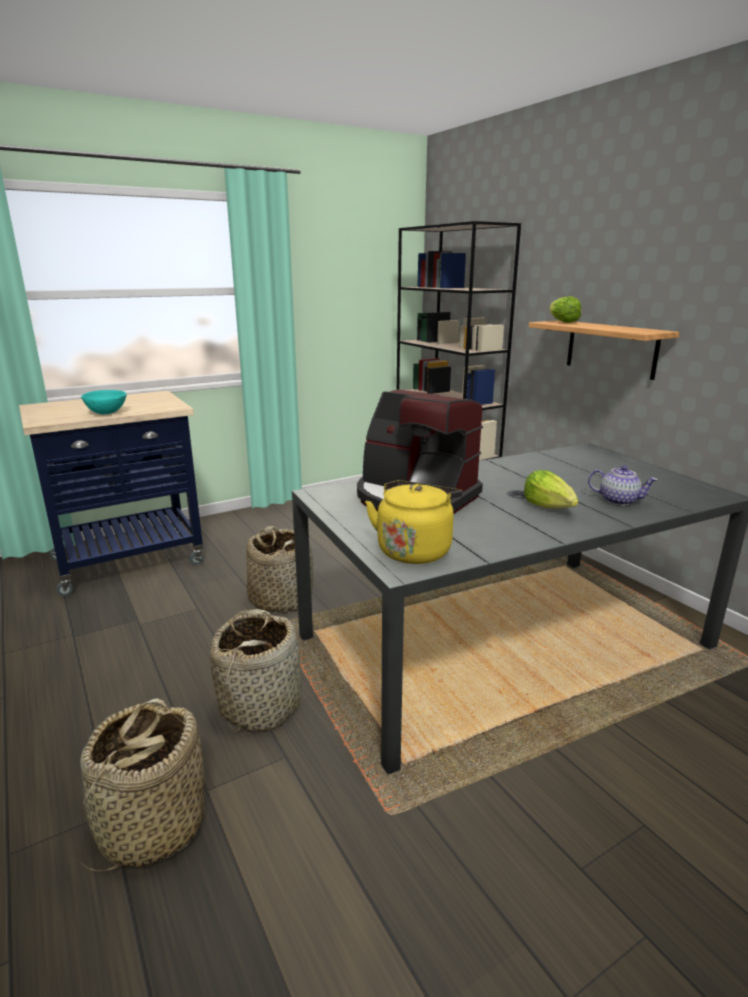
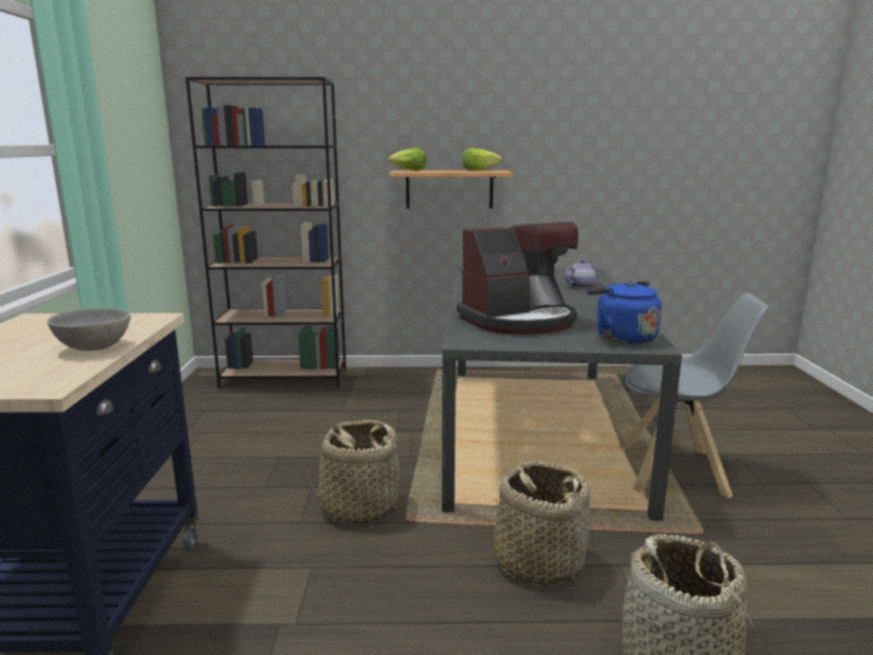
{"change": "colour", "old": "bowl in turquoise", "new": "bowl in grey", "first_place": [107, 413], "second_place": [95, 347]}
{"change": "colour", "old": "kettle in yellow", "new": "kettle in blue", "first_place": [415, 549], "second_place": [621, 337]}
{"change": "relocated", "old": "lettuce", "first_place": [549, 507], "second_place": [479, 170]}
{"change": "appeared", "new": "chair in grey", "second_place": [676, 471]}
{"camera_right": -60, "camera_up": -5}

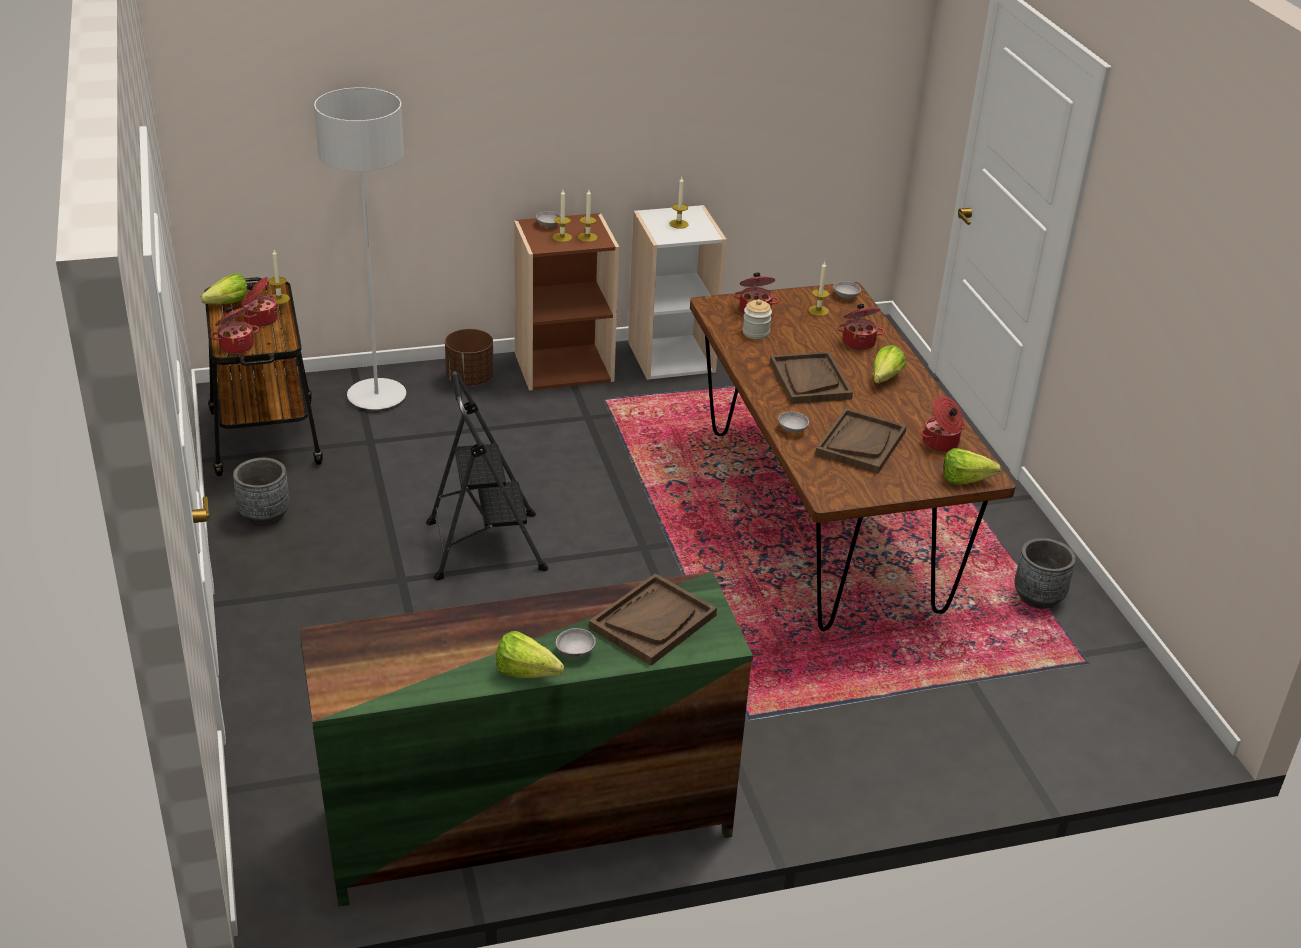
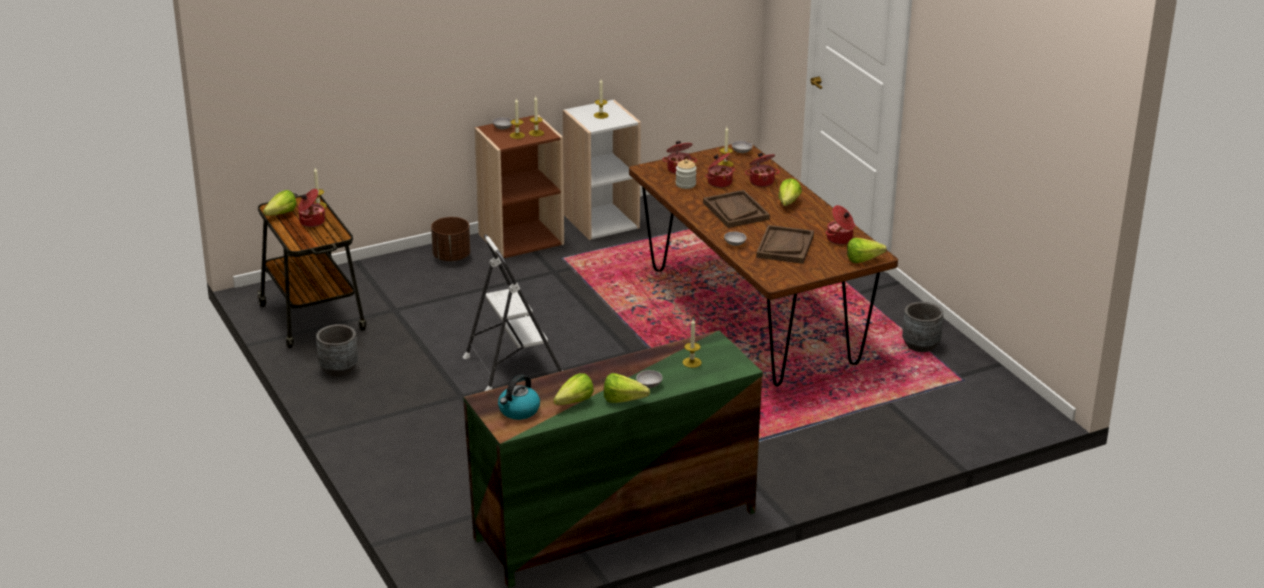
{"change": "relocated", "old": "cooking pot", "first_place": [236, 345], "second_place": [719, 182]}
{"change": "missing", "old": "floor lamp in grey", "first_place": [376, 396]}
{"change": "colour", "old": "step ladder in black", "new": "step ladder in white", "first_place": [481, 545], "second_place": [510, 366]}
{"change": "exchanged", "old": "tray in brown", "new": "candle", "first_place": [653, 621], "second_place": [692, 362]}
{"change": "appeared", "new": "kettle", "second_place": [518, 411]}
{"change": "appeared", "new": "lettuce", "second_place": [571, 404]}
{"camera_right": -10, "camera_up": -5}

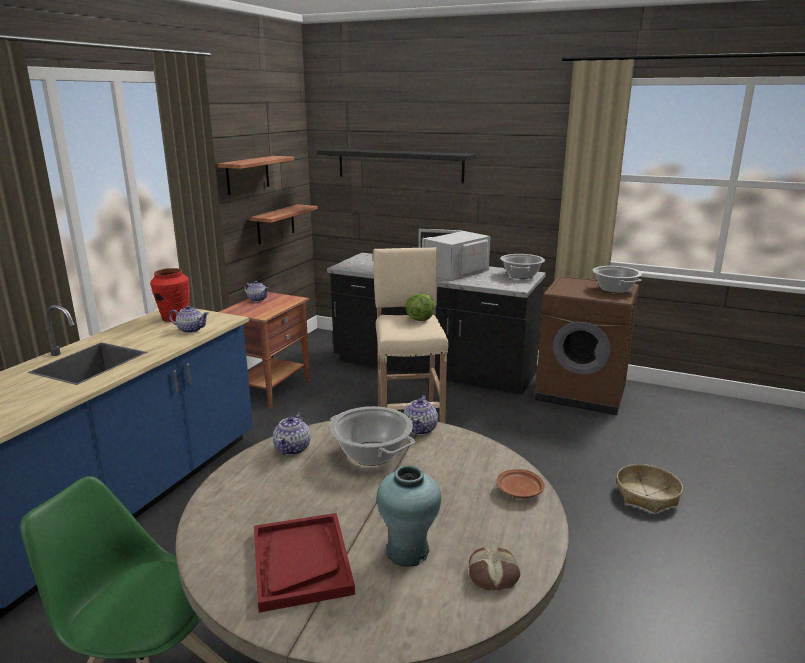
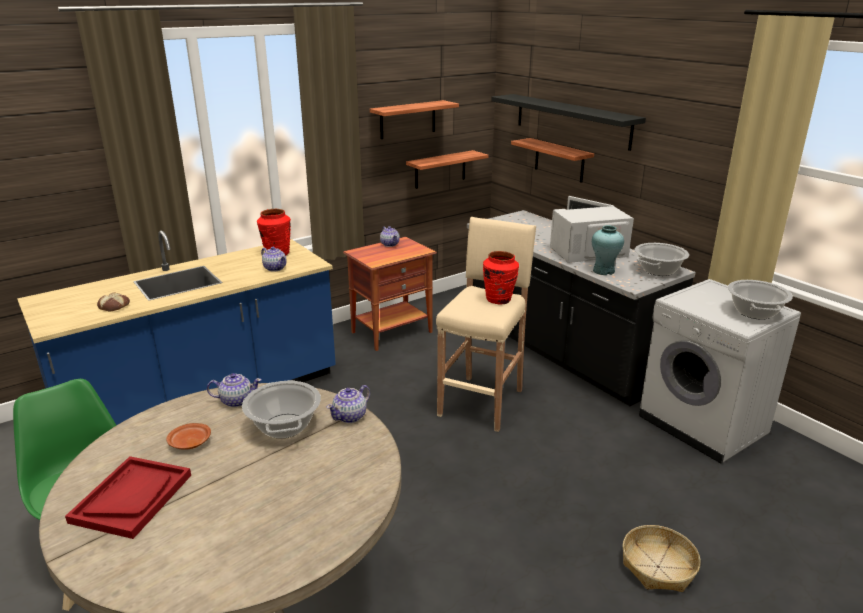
{"change": "spun", "old": "teapot", "first_place": [293, 448], "second_place": [236, 401], "degrees": -135}
{"change": "relocated", "old": "vase in turquoise", "first_place": [408, 551], "second_place": [604, 271]}
{"change": "exchanged", "old": "lettuce", "new": "vase in red", "first_place": [419, 319], "second_place": [499, 299]}
{"change": "relocated", "old": "bread", "first_place": [493, 574], "second_place": [114, 306]}
{"change": "relocated", "old": "plate in brown", "first_place": [519, 491], "second_place": [189, 442]}
{"change": "colour", "old": "washing machine in brown", "new": "washing machine in white", "first_place": [580, 394], "second_place": [701, 425]}
{"change": "appeared", "new": "shelf", "second_place": [559, 160]}
{"camera_right": 30, "camera_up": 5}

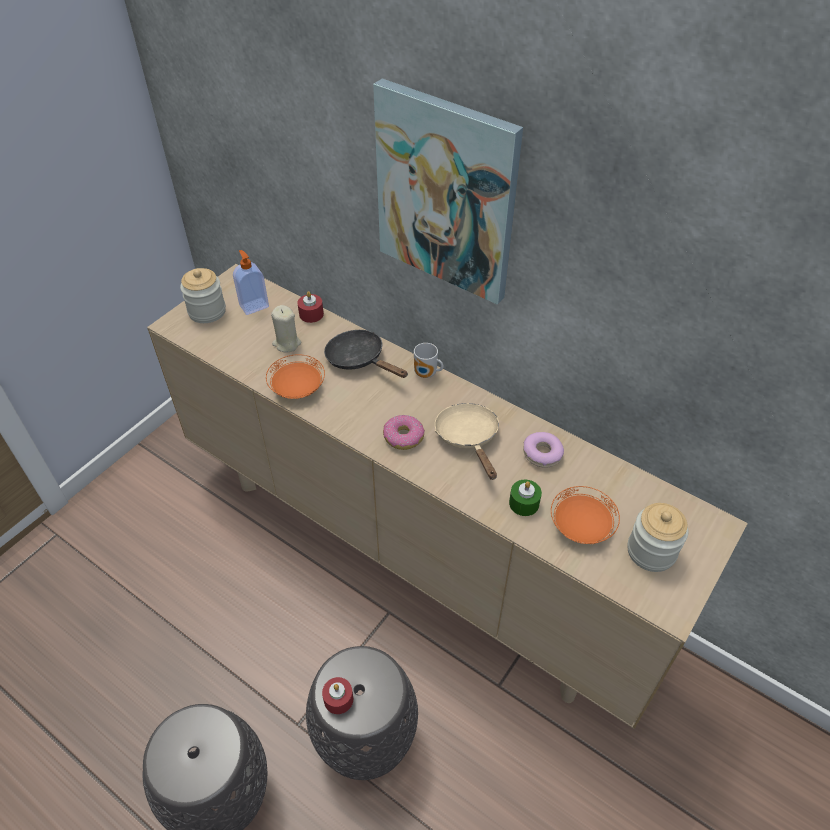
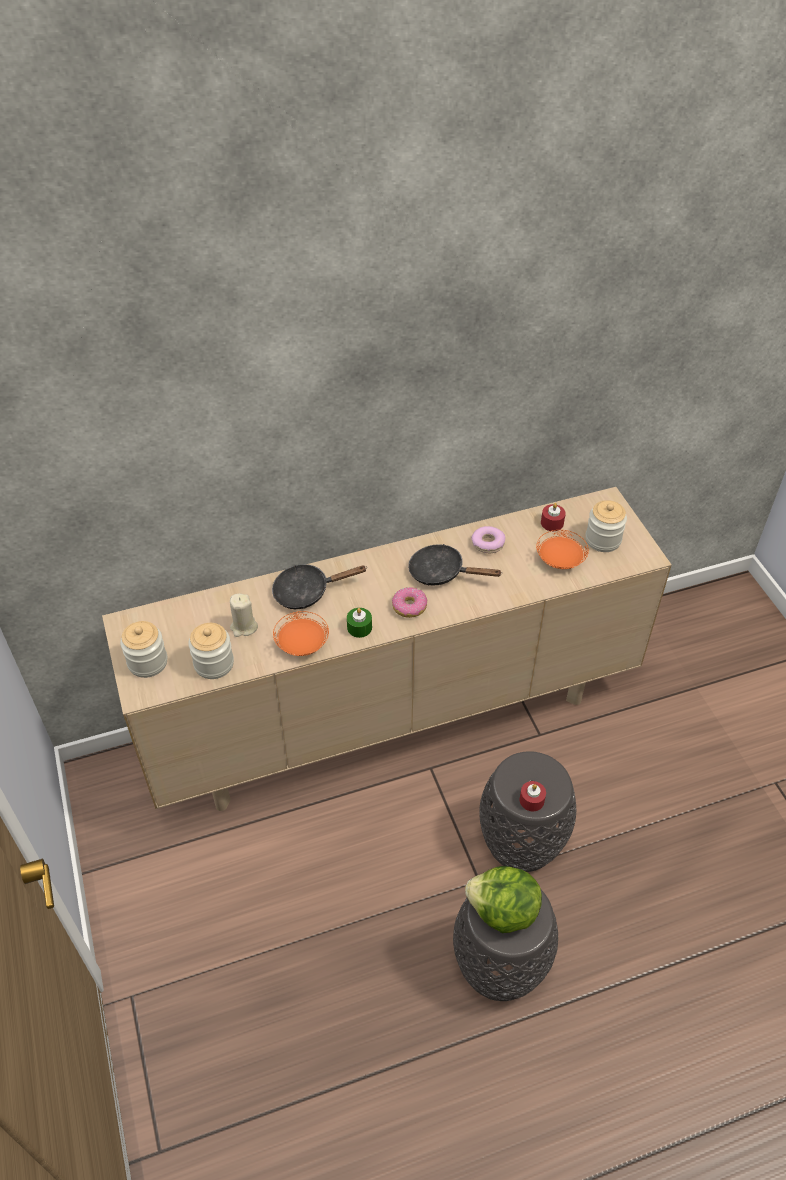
{"change": "missing", "old": "soap dispenser", "first_place": [254, 306]}
{"change": "relocated", "old": "candle in red", "first_place": [311, 314], "second_place": [552, 523]}
{"change": "missing", "old": "picture", "first_place": [446, 193]}
{"change": "missing", "old": "mug", "first_place": [426, 374]}
{"change": "colour", "old": "frying pan in beige", "new": "frying pan in black", "first_place": [468, 438], "second_place": [442, 572]}
{"change": "relocated", "old": "candle in green", "first_place": [524, 503], "second_place": [359, 627]}
{"change": "appeared", "new": "jar", "second_place": [214, 664]}
{"change": "appeared", "new": "lettuce", "second_place": [503, 911]}
{"camera_right": -55, "camera_up": 0}

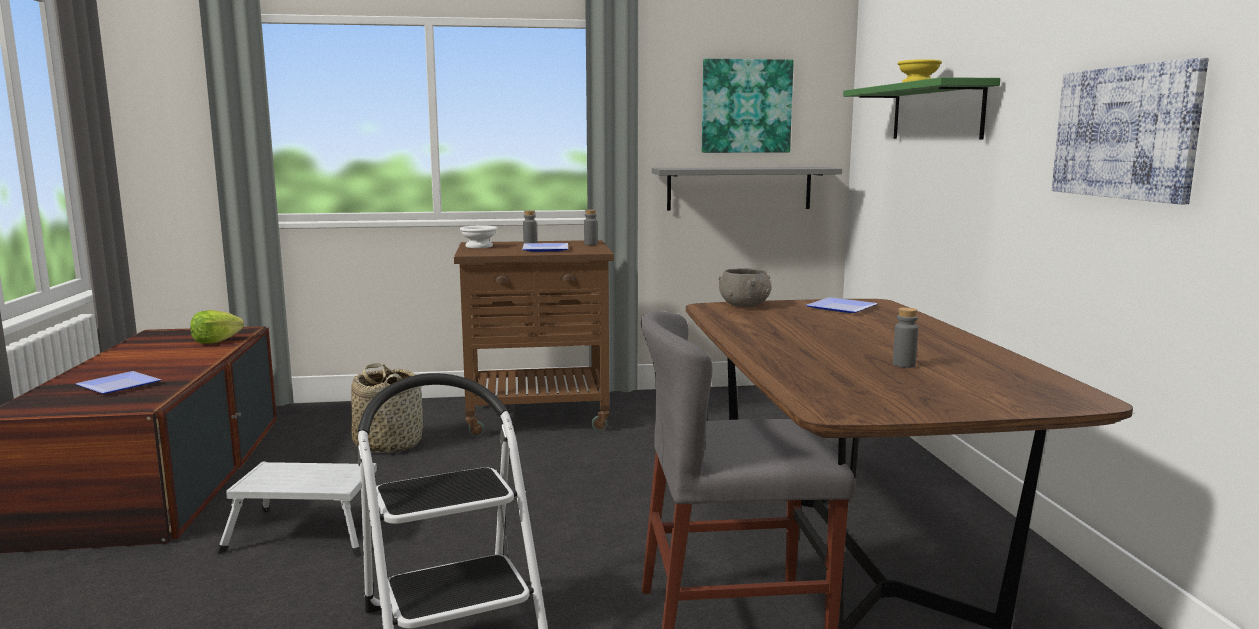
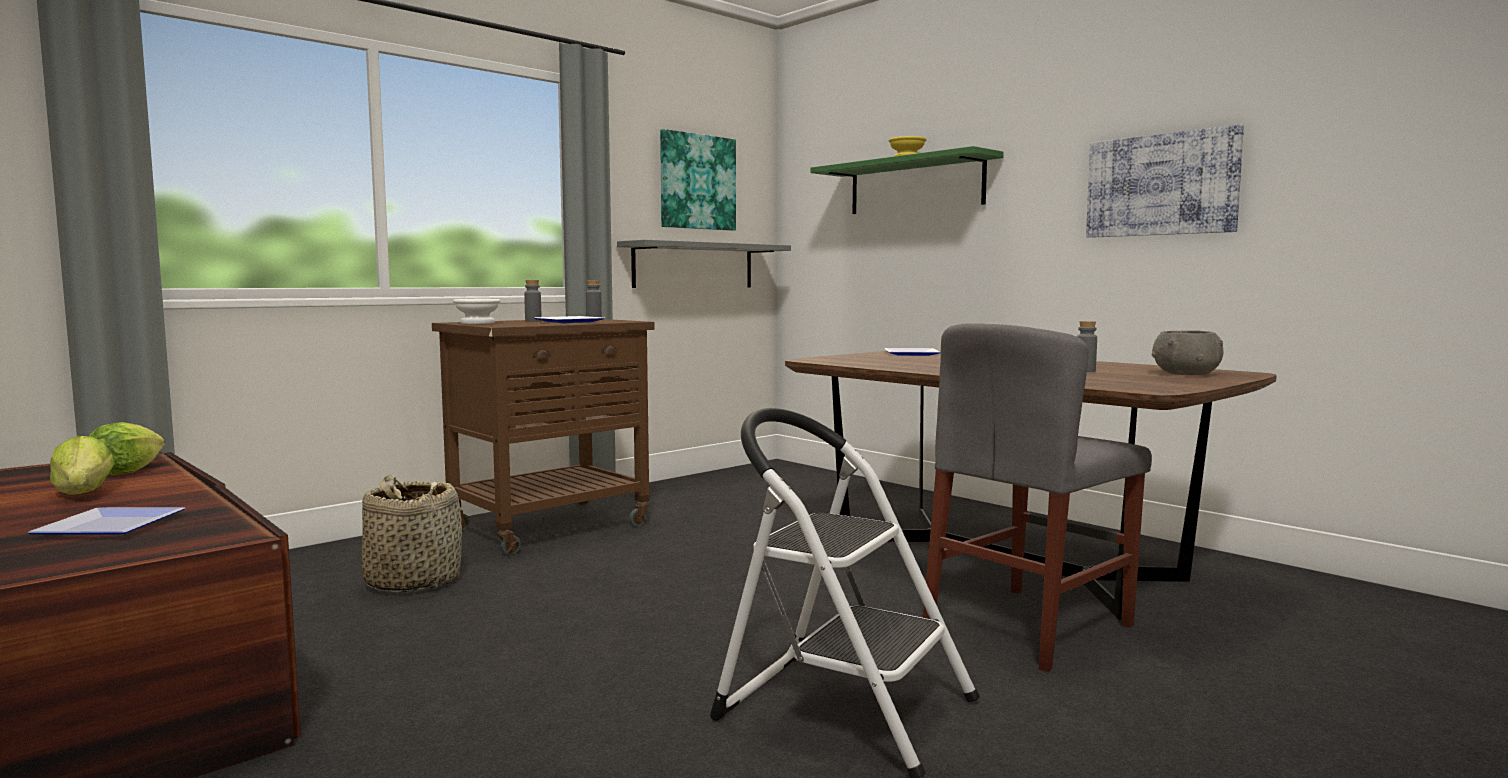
{"change": "missing", "old": "step ladder in white", "first_place": [309, 531]}
{"change": "relocated", "old": "bowl in grey", "first_place": [745, 305], "second_place": [1186, 374]}
{"change": "appeared", "new": "lettuce", "second_place": [83, 494]}
{"camera_right": -35, "camera_up": -5}

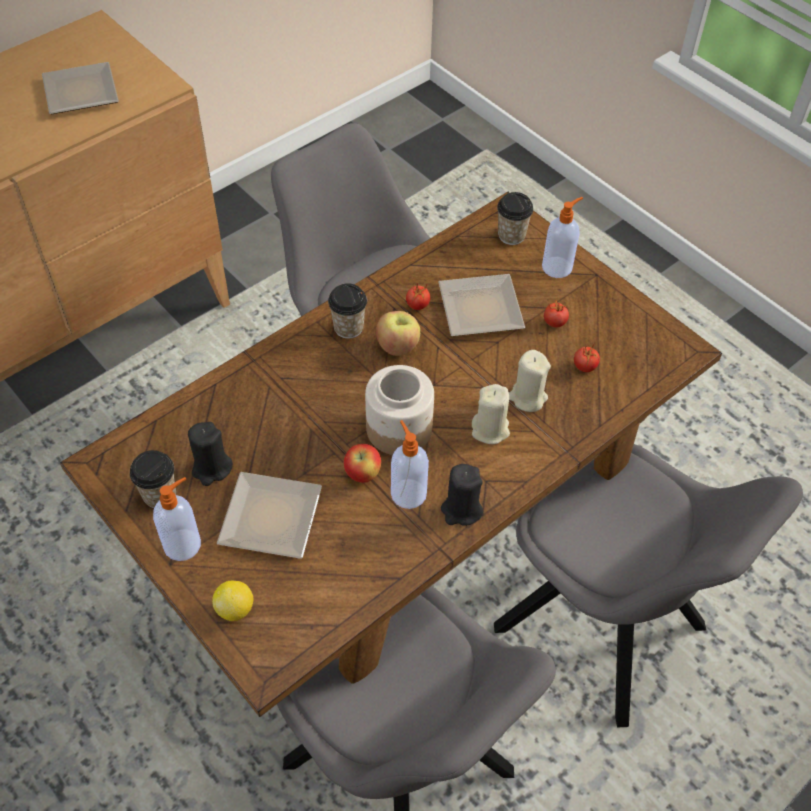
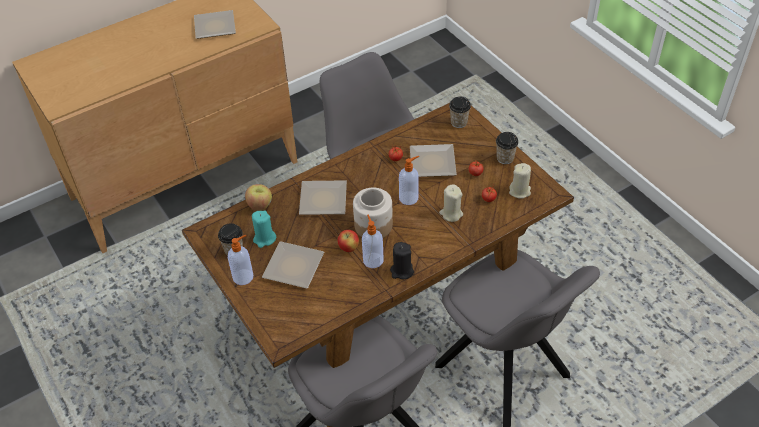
{"change": "colour", "old": "candle in black", "new": "candle in turquoise", "first_place": [211, 468], "second_place": [264, 239]}
{"change": "missing", "old": "lemon", "first_place": [235, 609]}
{"change": "relocated", "old": "cup", "first_place": [348, 328], "second_place": [505, 158]}
{"change": "relocated", "old": "apple", "first_place": [398, 346], "second_place": [260, 205]}
{"change": "relocated", "old": "candle in beige", "first_place": [490, 430], "second_place": [520, 191]}
{"change": "relocated", "old": "soap dispenser", "first_place": [558, 267], "second_place": [409, 198]}
{"change": "appeared", "new": "plate", "second_place": [325, 199]}
{"camera_right": 10, "camera_up": -5}

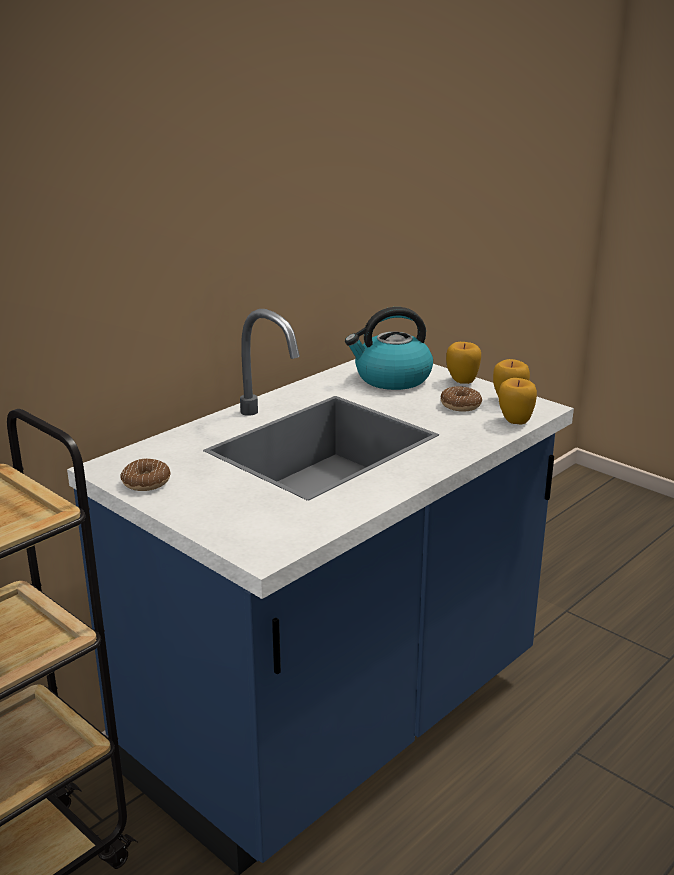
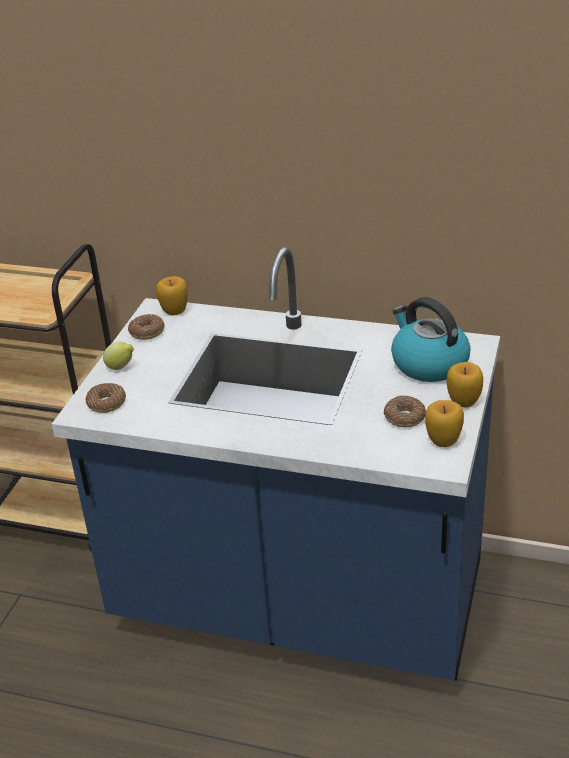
{"change": "relocated", "old": "apple", "first_place": [515, 421], "second_place": [174, 311]}
{"change": "appeared", "new": "donut", "second_place": [106, 403]}
{"change": "appeared", "new": "lemon", "second_place": [121, 367]}
{"camera_right": 65, "camera_up": 10}

